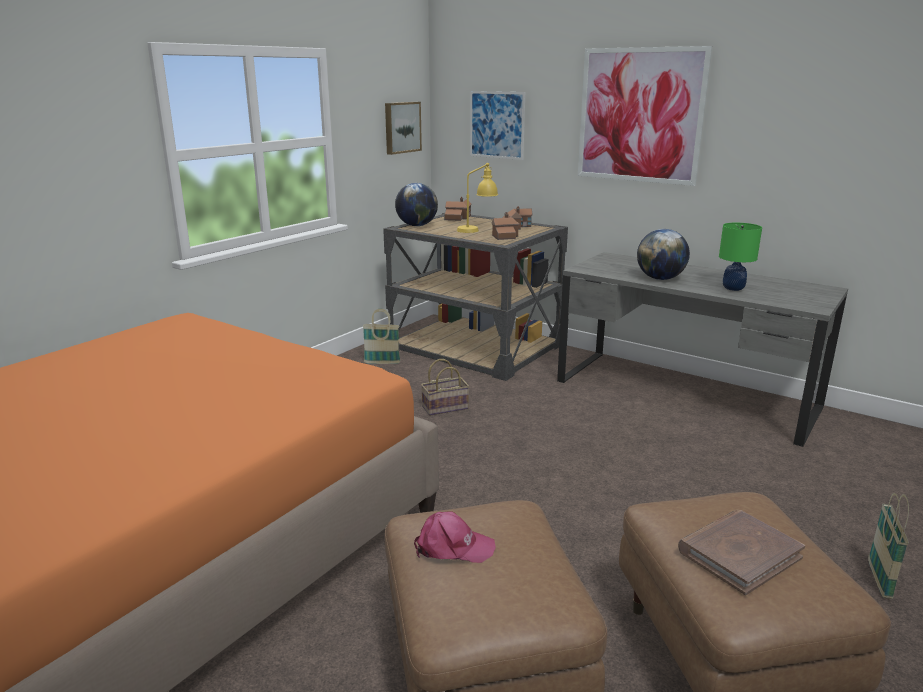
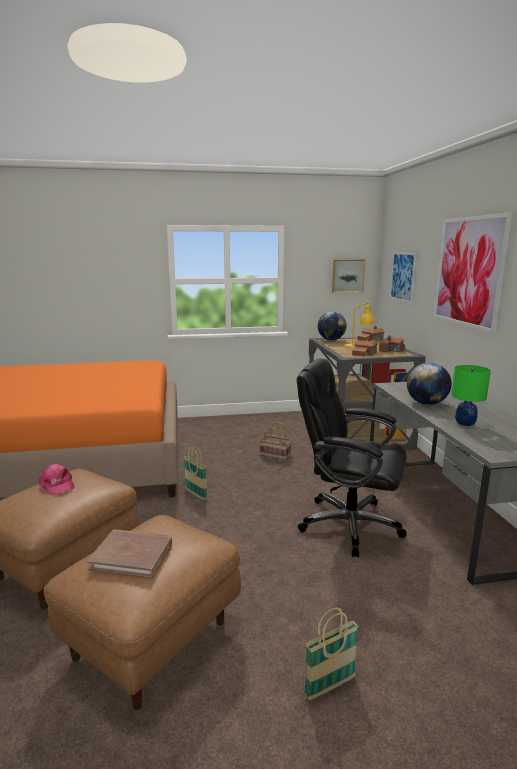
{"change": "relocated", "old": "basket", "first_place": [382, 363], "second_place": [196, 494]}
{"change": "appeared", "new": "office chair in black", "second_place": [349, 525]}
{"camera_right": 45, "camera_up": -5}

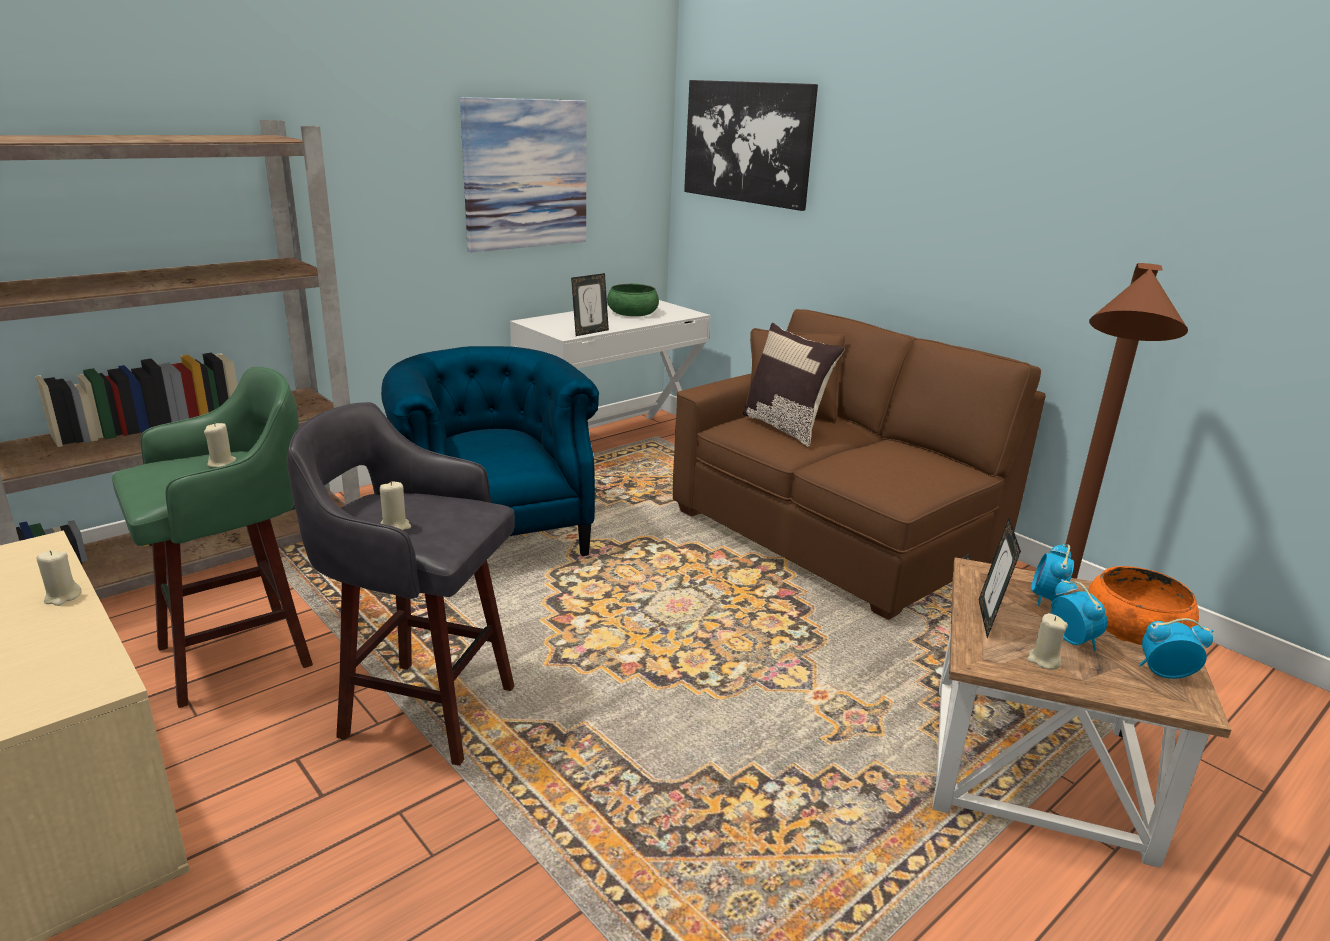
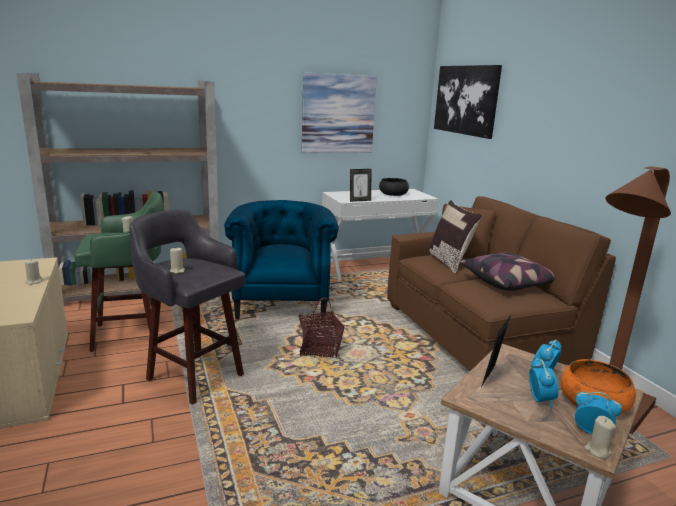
{"change": "colour", "old": "bowl in green", "new": "bowl in black", "first_place": [632, 313], "second_place": [393, 194]}
{"change": "relocated", "old": "candle in beige", "first_place": [1043, 660], "second_place": [597, 451]}
{"change": "appeared", "new": "basket", "second_place": [320, 349]}
{"change": "appeared", "new": "pillow", "second_place": [508, 283]}
{"camera_right": 20, "camera_up": -5}

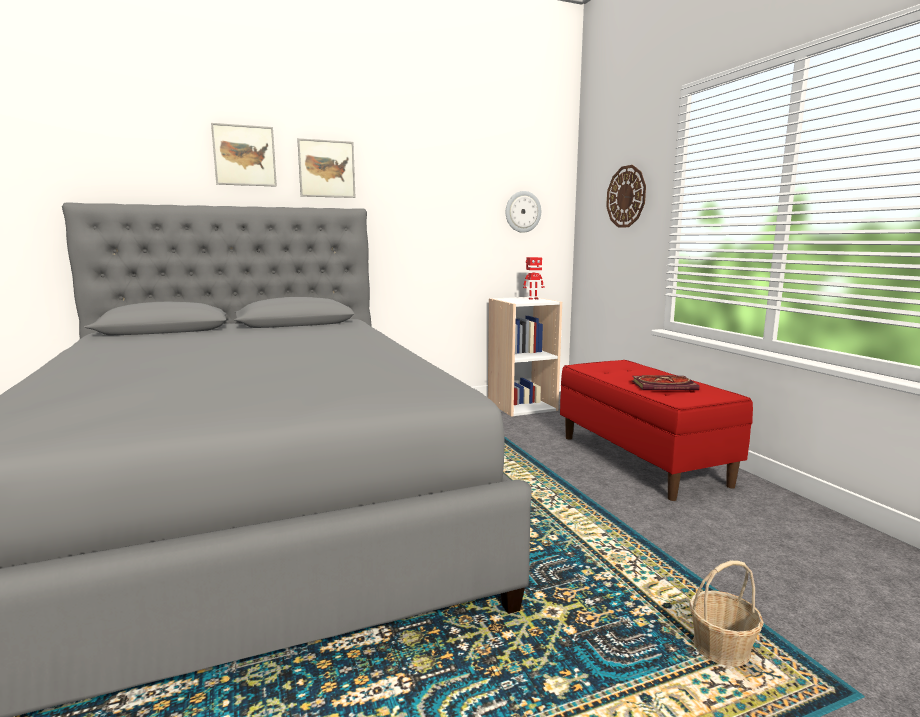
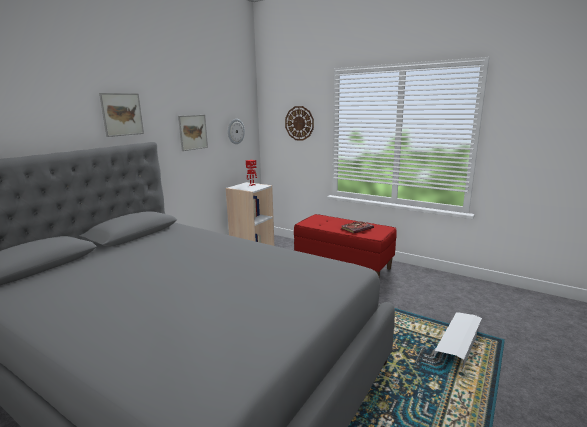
{"change": "relocated", "old": "picture", "first_place": [244, 155], "second_place": [193, 132]}
{"change": "exchanged", "old": "basket", "new": "storage box in white", "first_place": [722, 649], "second_place": [458, 342]}
{"camera_right": -35, "camera_up": 5}

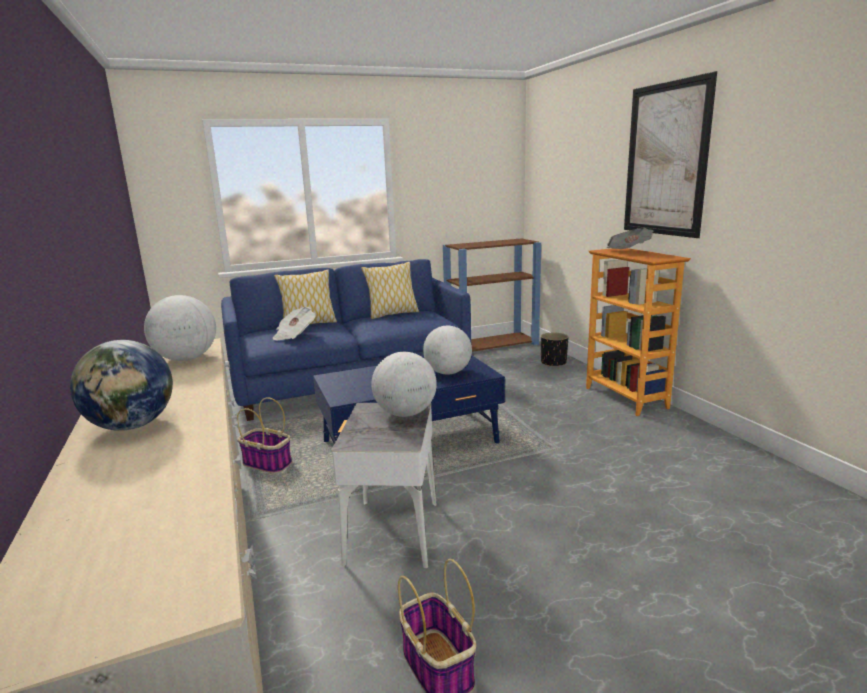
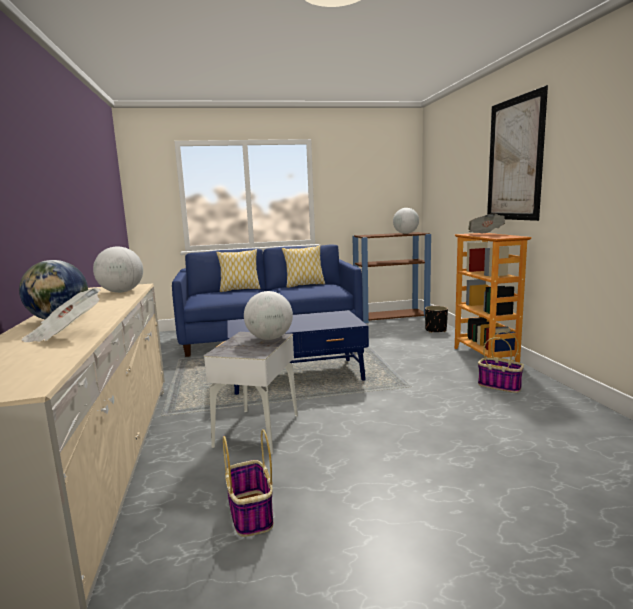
{"change": "relocated", "old": "basket", "first_place": [268, 464], "second_place": [500, 386]}
{"change": "relocated", "old": "newspaper", "first_place": [294, 335], "second_place": [65, 334]}
{"change": "relocated", "old": "globe", "first_place": [447, 373], "second_place": [405, 233]}
{"camera_right": 10, "camera_up": -5}

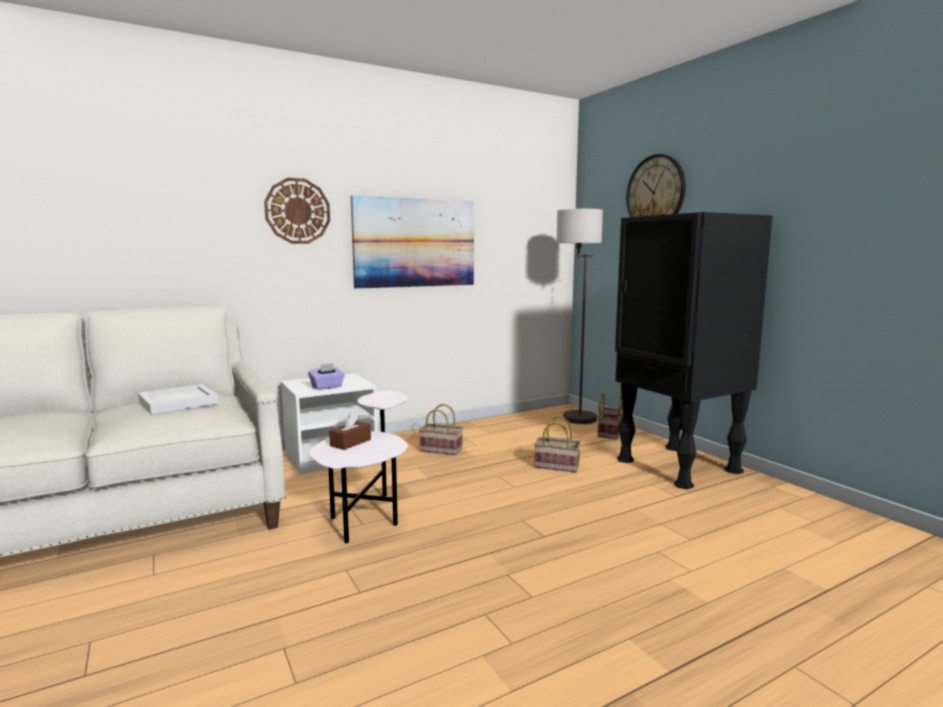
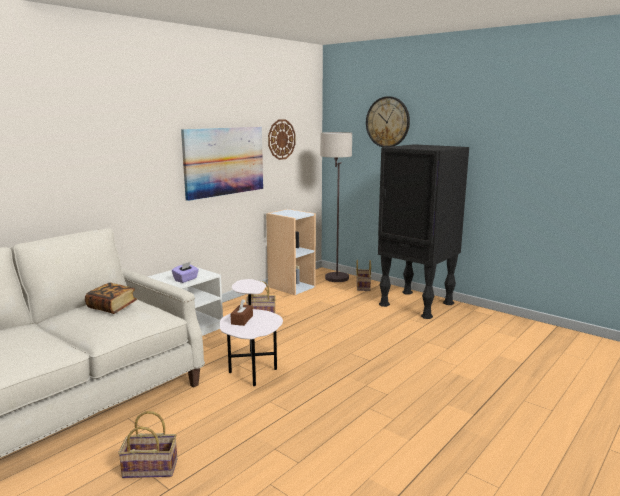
{"change": "exchanged", "old": "tray in white", "new": "book", "first_place": [179, 401], "second_place": [112, 307]}
{"change": "relocated", "old": "wall clock", "first_place": [297, 211], "second_place": [281, 139]}
{"change": "relocated", "old": "basket", "first_place": [558, 466], "second_place": [152, 468]}
{"change": "appeared", "new": "bookcase", "second_place": [291, 286]}
{"camera_right": -20, "camera_up": 5}

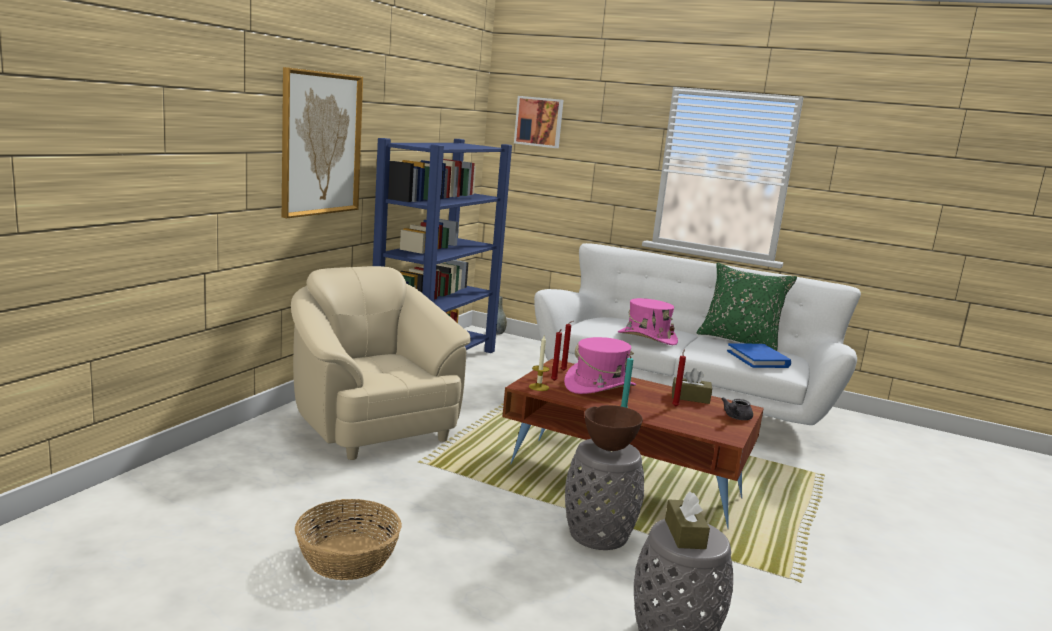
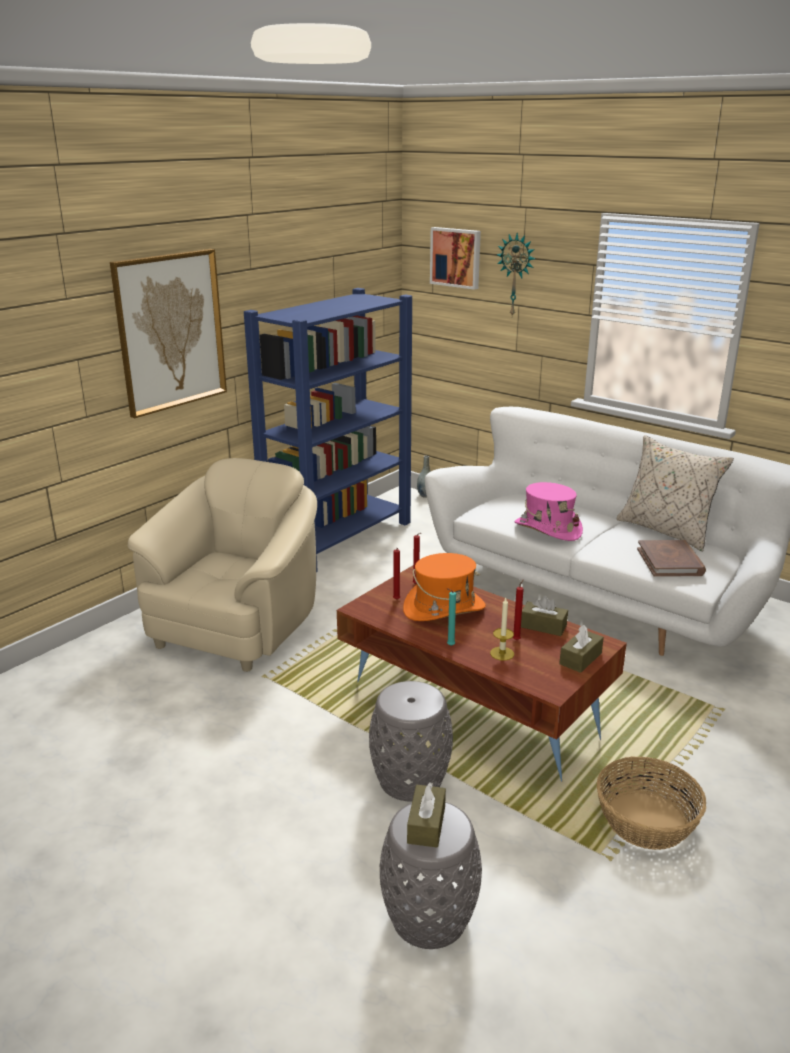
{"change": "spun", "old": "armchair in beige", "first_place": [373, 426], "second_place": [237, 627], "degrees": 45}
{"change": "relocated", "old": "basket", "first_place": [347, 557], "second_place": [645, 820]}
{"change": "relocated", "old": "candle", "first_place": [538, 387], "second_place": [502, 653]}
{"change": "colour", "old": "hat in pink", "new": "hat in orange", "first_place": [599, 386], "second_place": [444, 608]}
{"change": "missing", "old": "bowl in brown", "first_place": [609, 447]}
{"change": "colour", "old": "pillow in green", "new": "pillow in beige", "first_place": [739, 341], "second_place": [666, 531]}
{"change": "exchanged", "old": "teapot in grey", "new": "tissue box in brown", "first_place": [736, 417], "second_place": [580, 658]}
{"change": "colour", "old": "book in blue", "new": "book in brown", "first_place": [758, 359], "second_place": [670, 562]}
{"change": "appeared", "new": "wall clock", "second_place": [516, 275]}
{"camera_right": 15, "camera_up": 10}

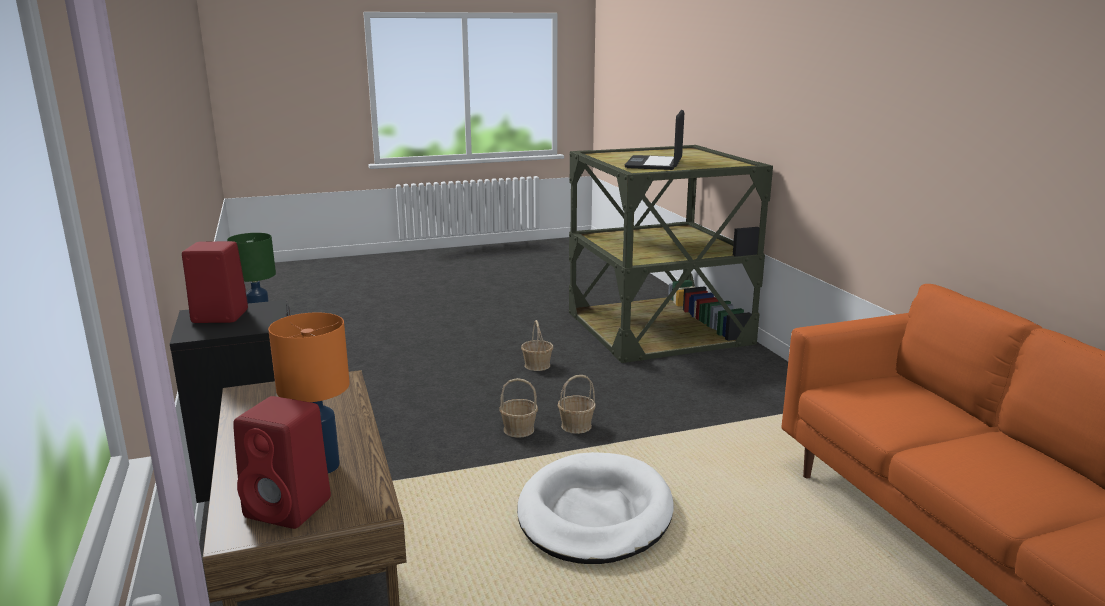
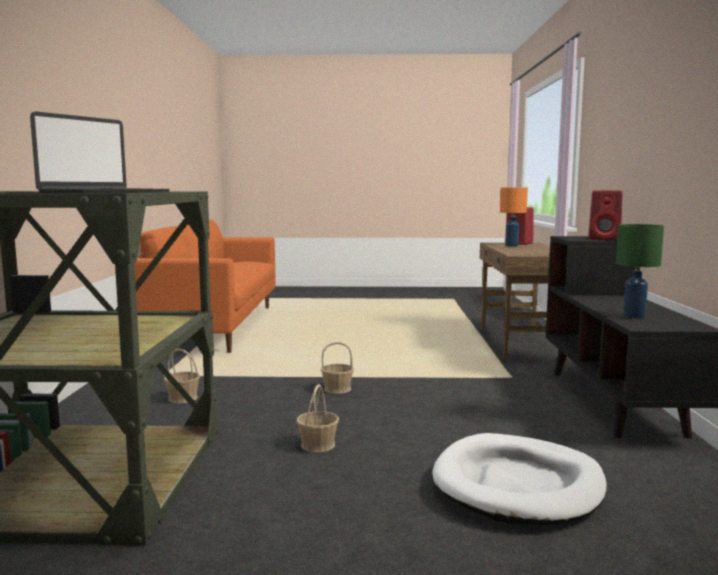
{"change": "relocated", "old": "basket", "first_place": [518, 429], "second_place": [183, 398]}
{"change": "relocated", "old": "dog bed in white", "first_place": [594, 514], "second_place": [518, 485]}
{"camera_right": -160, "camera_up": -10}

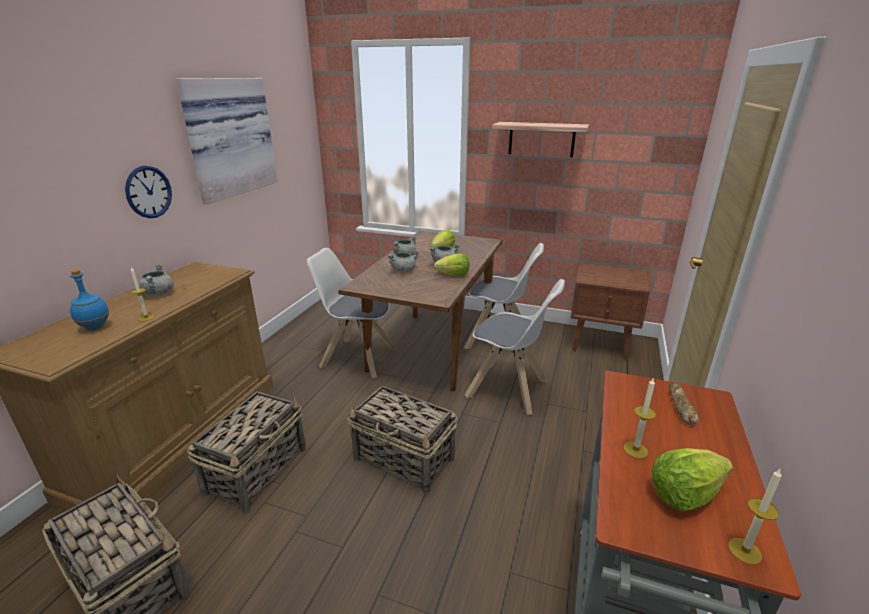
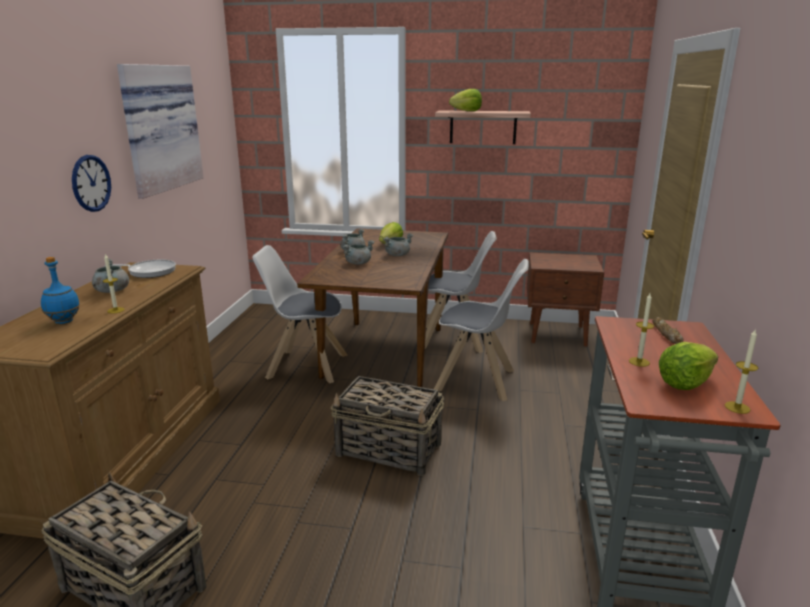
{"change": "missing", "old": "basket", "first_place": [258, 469]}
{"change": "relocated", "old": "lettuce", "first_place": [453, 275], "second_place": [467, 111]}
{"change": "appeared", "new": "frying pan", "second_place": [149, 271]}
{"camera_right": -10, "camera_up": -5}

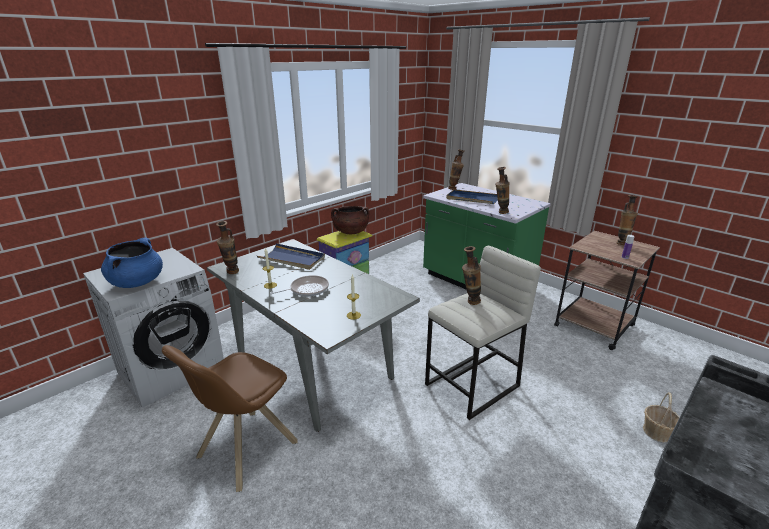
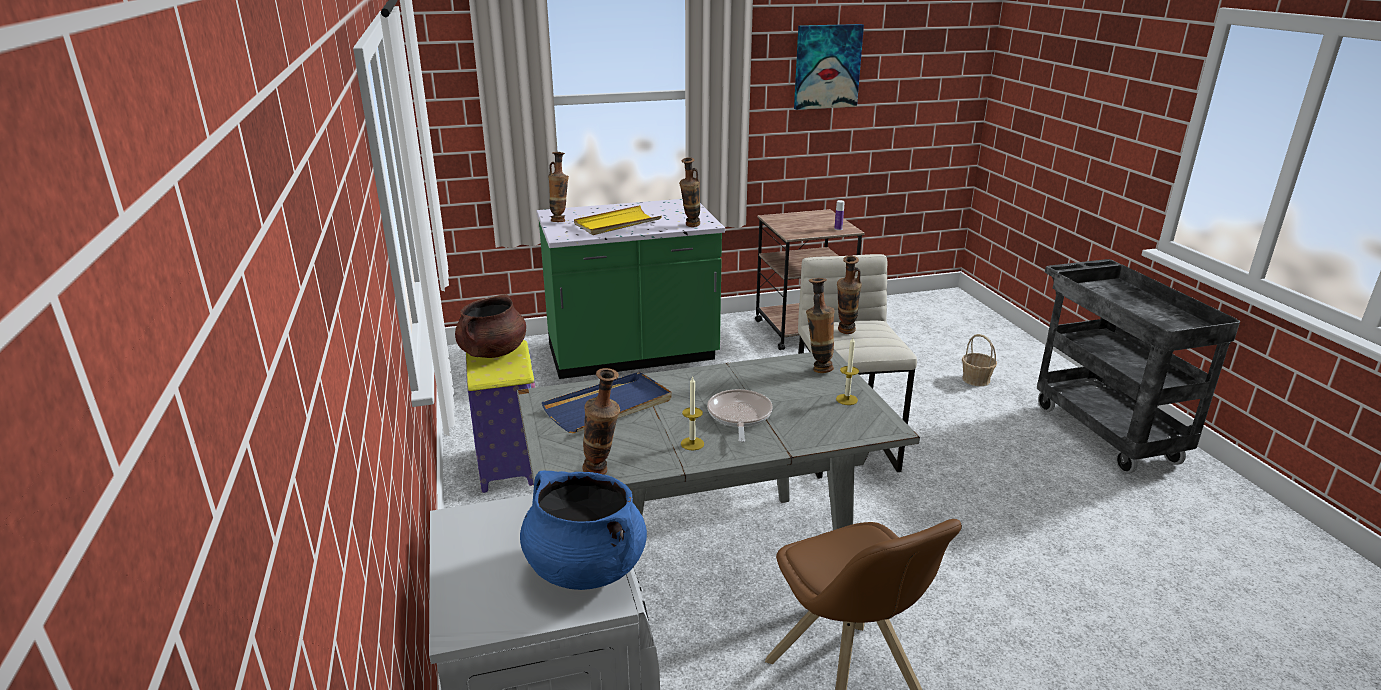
{"change": "colour", "old": "tray in blue", "new": "tray in yellow", "first_place": [472, 199], "second_place": [617, 224]}
{"change": "relocated", "old": "vase", "first_place": [621, 243], "second_place": [818, 368]}
{"change": "appeared", "new": "picture", "second_place": [827, 66]}
{"camera_right": -60, "camera_up": 0}

